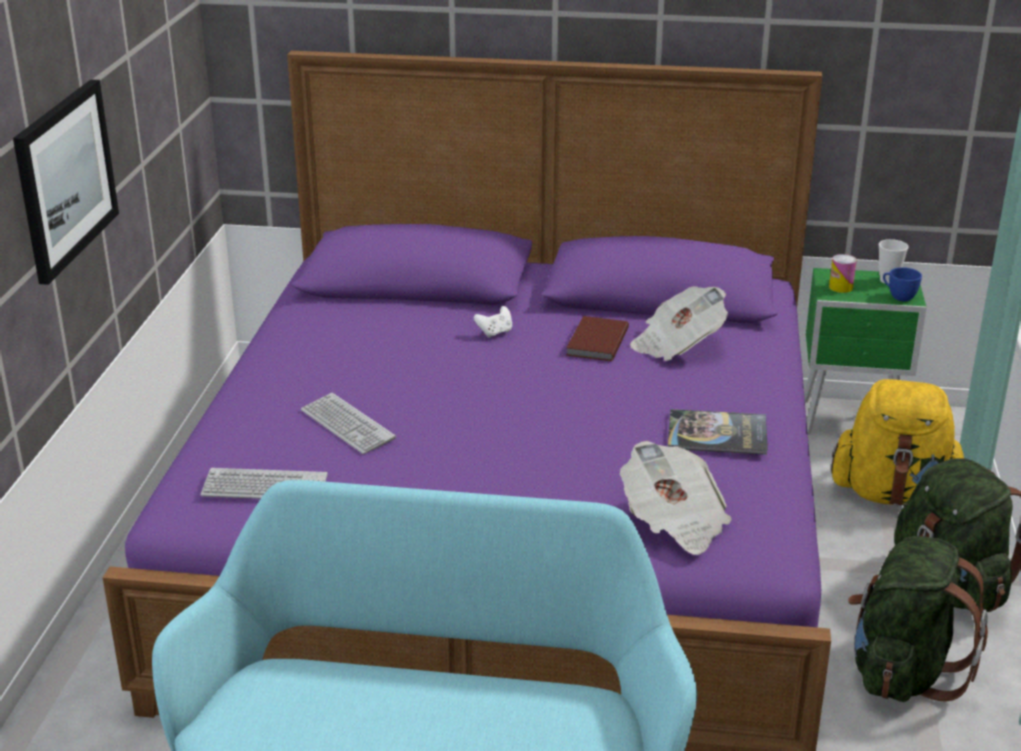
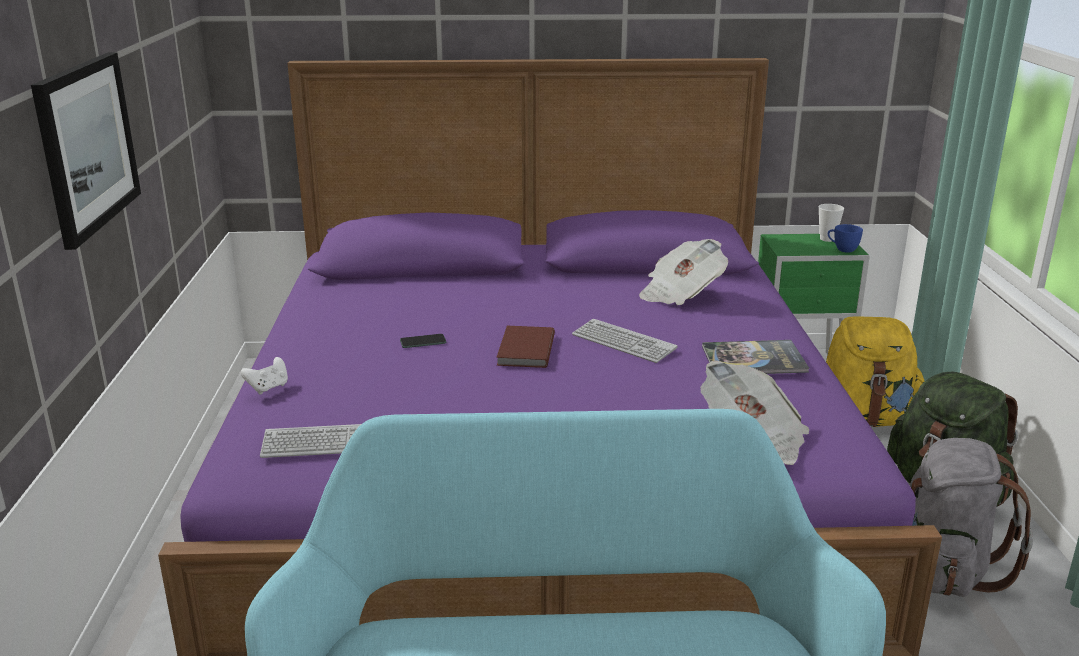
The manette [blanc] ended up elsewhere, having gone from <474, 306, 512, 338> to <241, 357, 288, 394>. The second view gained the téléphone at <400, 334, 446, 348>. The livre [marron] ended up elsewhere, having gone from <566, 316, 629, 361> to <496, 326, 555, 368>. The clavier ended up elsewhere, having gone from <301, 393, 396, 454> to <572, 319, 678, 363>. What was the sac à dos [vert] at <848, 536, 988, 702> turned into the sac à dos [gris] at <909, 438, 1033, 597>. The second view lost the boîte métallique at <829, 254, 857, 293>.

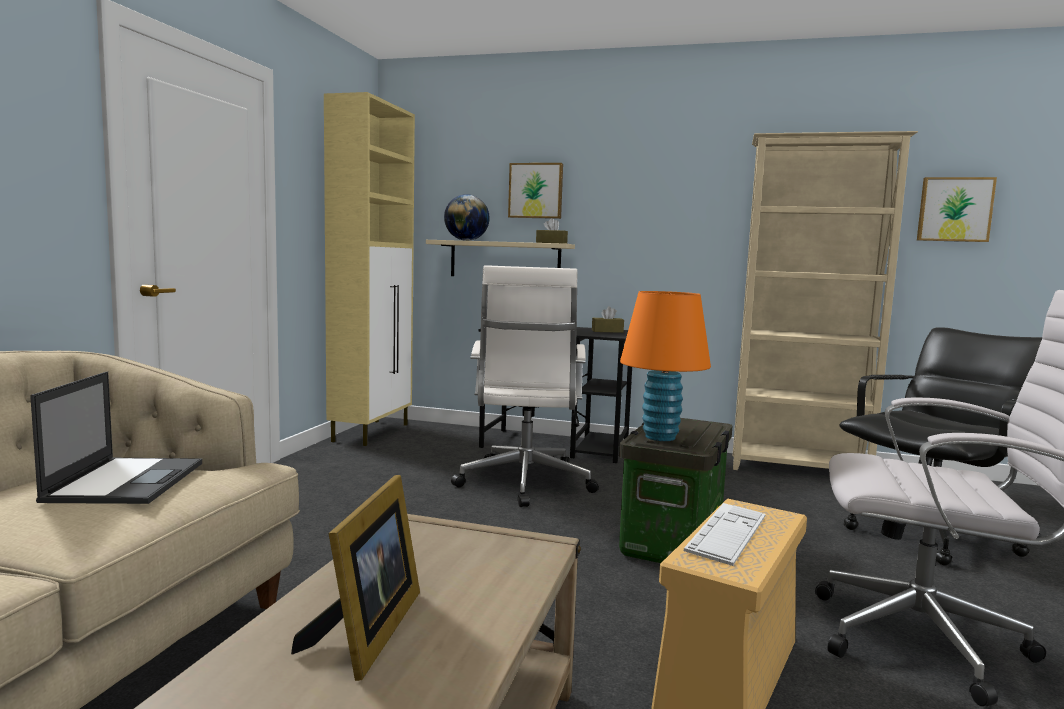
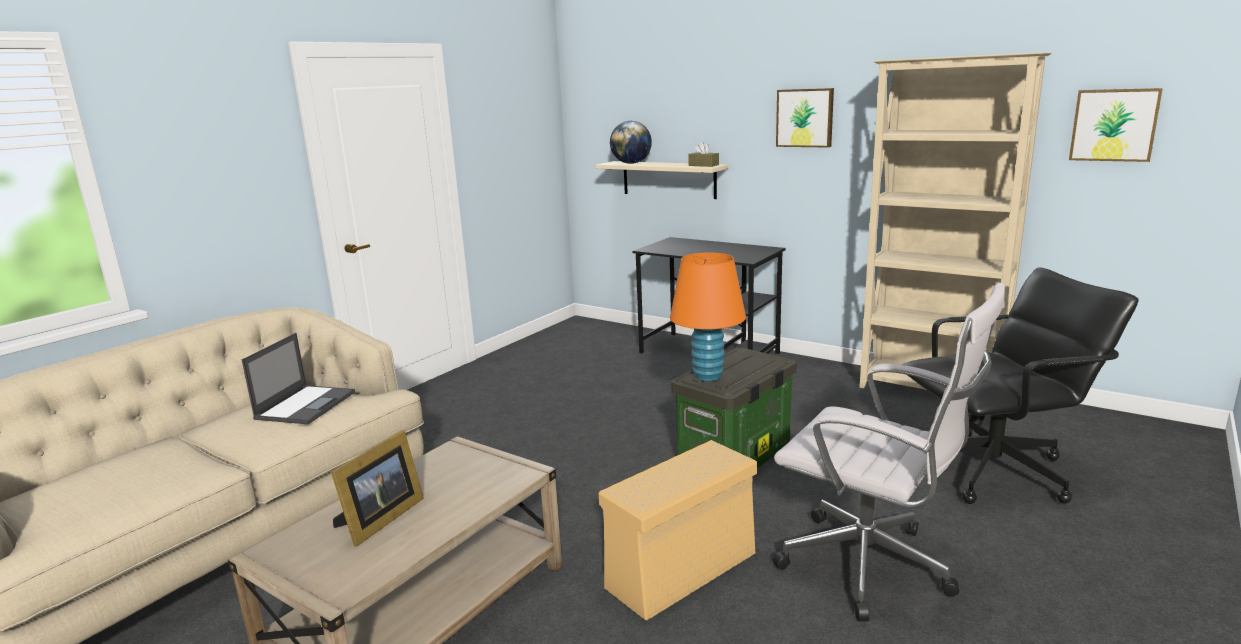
The tableau ended up elsewhere, having gone from <508, 163, 563, 219> to <776, 88, 834, 148>. The second view lost the meuble de rangement [beige] at <324, 92, 415, 446>. The second view lost the chaise de bureau [blanc] at <451, 265, 599, 507>. The second view lost the boîte à mouchoirs [marron] at <592, 306, 624, 333>. The second view lost the clavier at <684, 503, 766, 566>.

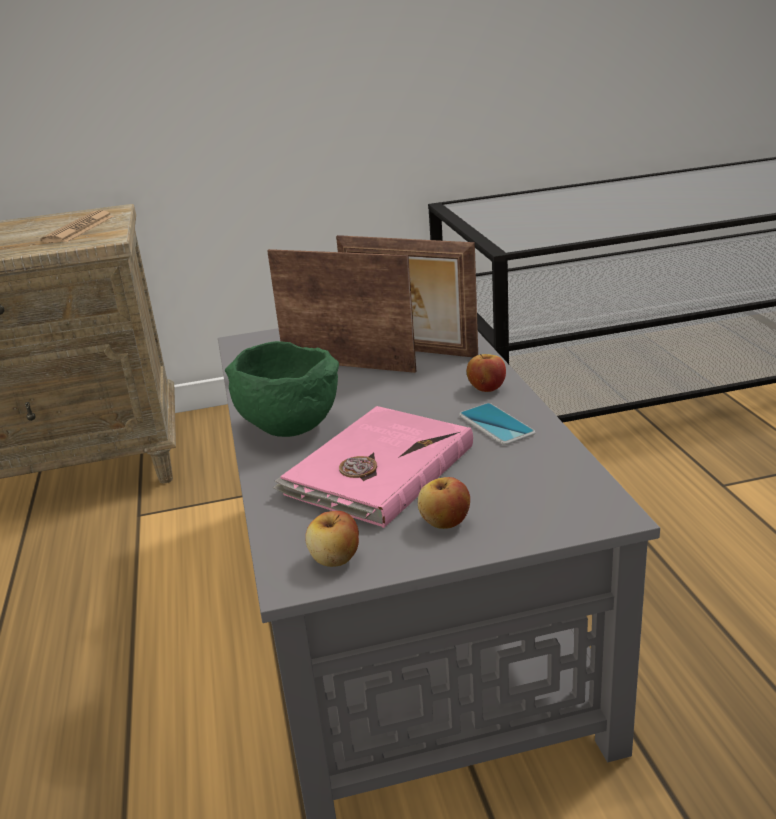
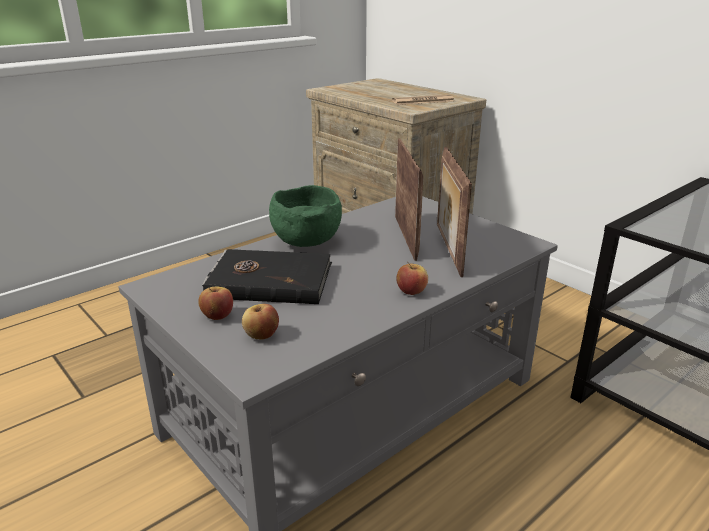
What was the livre [rose] at <273, 406, 473, 528> turned into the livre [noir] at <202, 249, 332, 304>. The pomme ended up elsewhere, having gone from <305, 511, 359, 567> to <242, 304, 279, 340>. The second view lost the téléphone at <459, 403, 535, 445>.

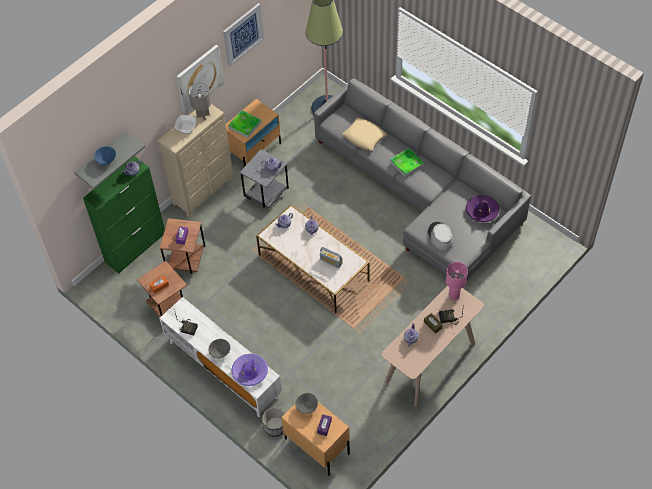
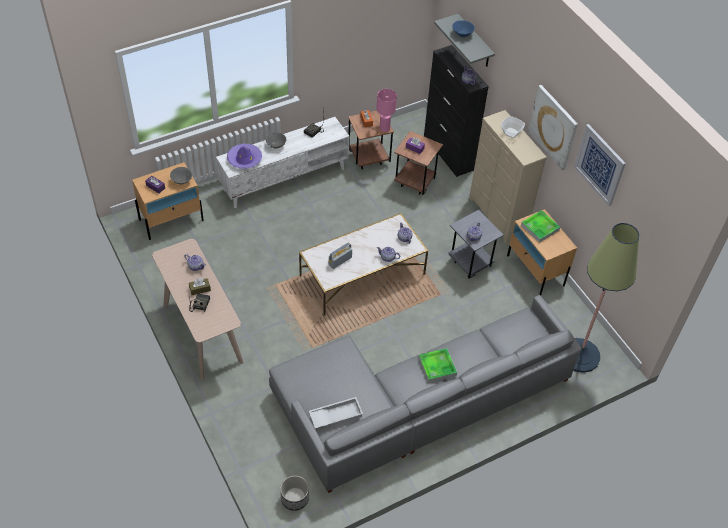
The cache-pot ended up elsewhere, having gone from <262, 407, 285, 437> to <280, 476, 309, 511>. Where the chapeau [violet] stood at <466, 195, 499, 222>, the plateau [blanc] came to stand at <309, 397, 363, 429>. The lampe de table [rose] ended up elsewhere, having gone from <446, 262, 468, 300> to <376, 89, 397, 132>. What was the meuble de rangement [vert] at <83, 156, 165, 274> turned into the meuble de rangement [noir] at <424, 45, 489, 177>. The second view lost the lampe de table [gris] at <188, 83, 211, 120>. The second view lost the coussin [beige] at <342, 118, 387, 151>. The second view lost the chapeau [gris] at <428, 222, 453, 250>.

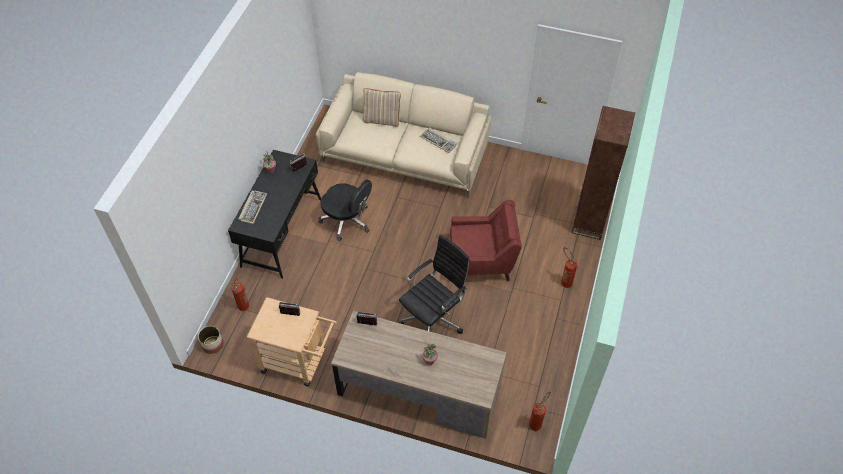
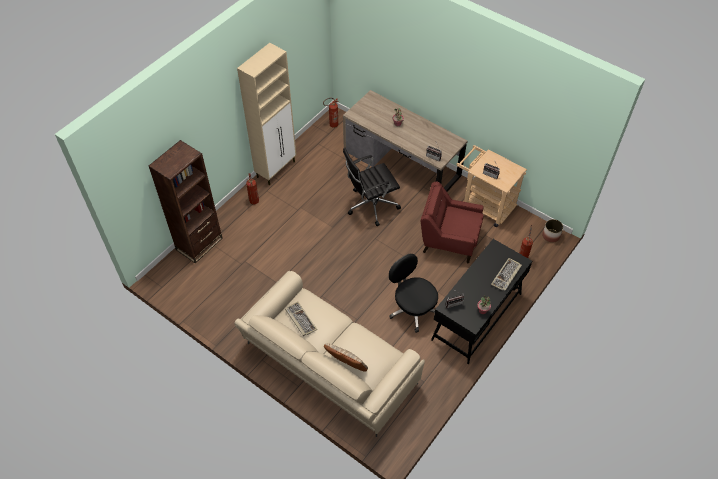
The second view gained the meuble de rangement [beige] at <237, 43, 296, 185>. The fauteuil [rouge] ended up elsewhere, having gone from <450, 200, 522, 281> to <421, 182, 484, 263>.

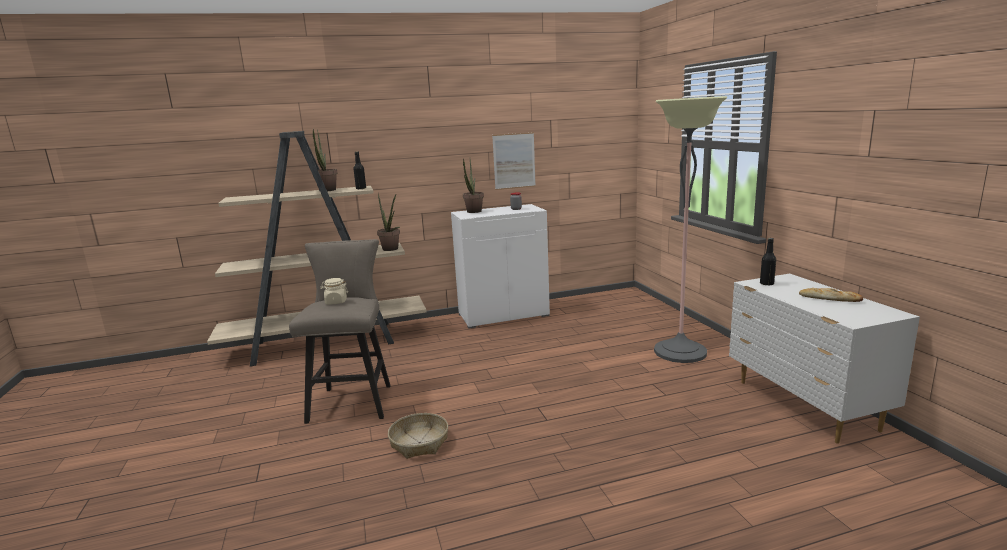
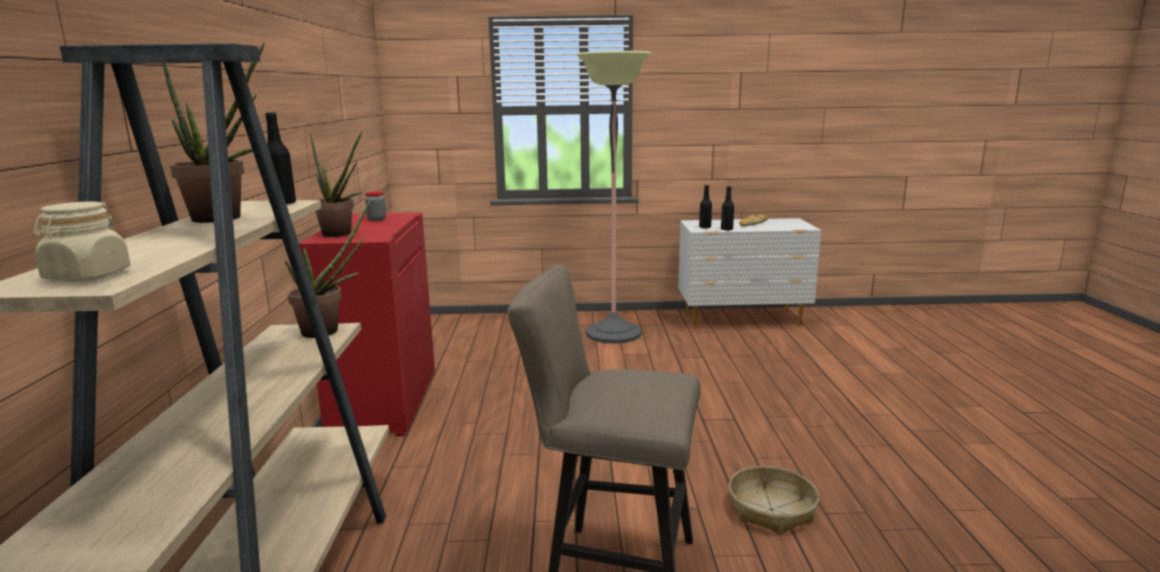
The bocal [beige] ended up elsewhere, having gone from <320, 278, 348, 304> to <33, 201, 130, 281>. What was the meuble de rangement [blanc] at <451, 204, 550, 329> turned into the meuble de rangement [rouge] at <299, 212, 435, 436>. The second view gained the bouteille [noir] at <721, 186, 734, 230>. The second view lost the tableau at <492, 132, 536, 190>.

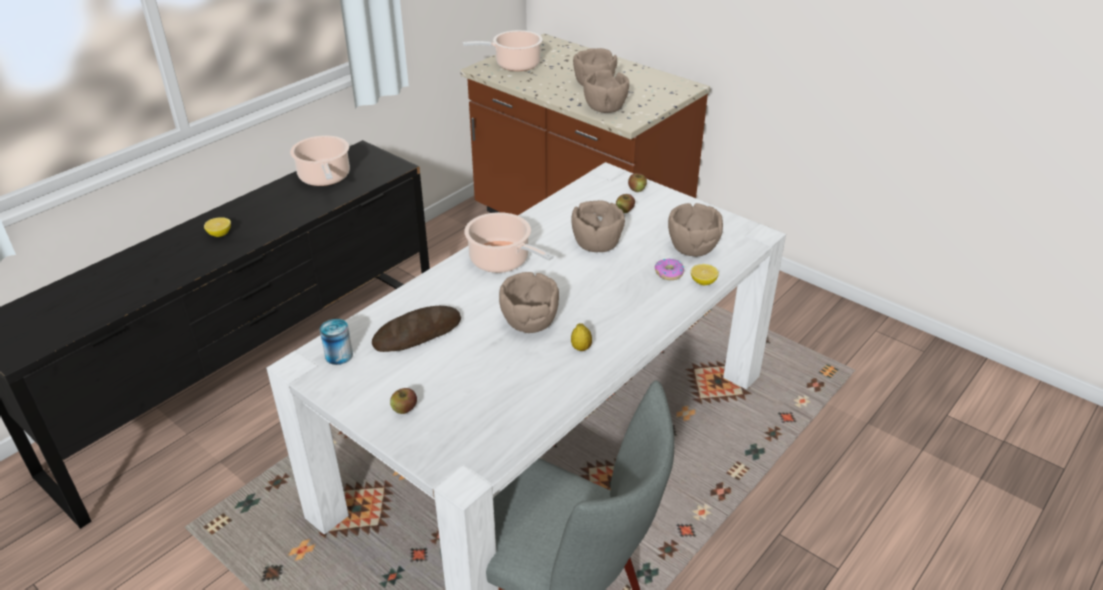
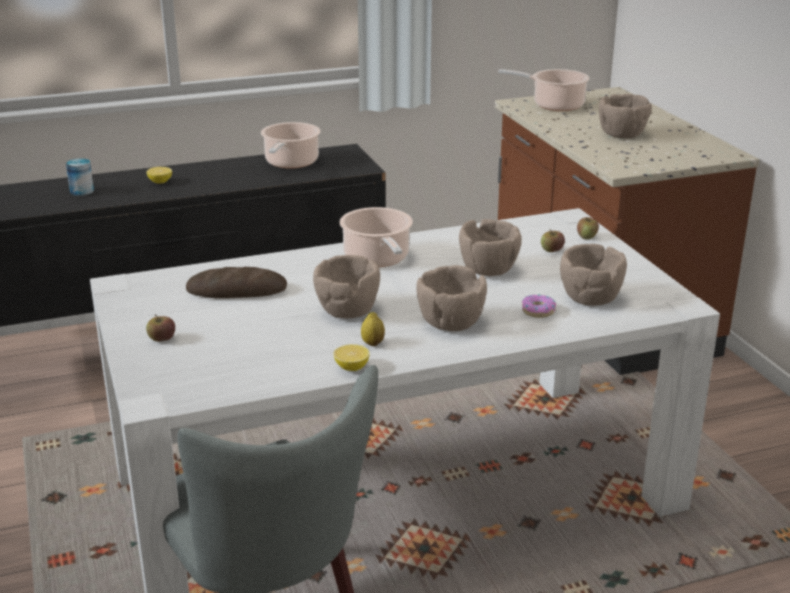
The boîte métallique ended up elsewhere, having gone from <320, 319, 353, 365> to <66, 158, 94, 196>. The citron ended up elsewhere, having gone from <691, 264, 719, 285> to <333, 344, 370, 371>. The bol [marron] ended up elsewhere, having gone from <583, 70, 629, 113> to <416, 265, 487, 331>.

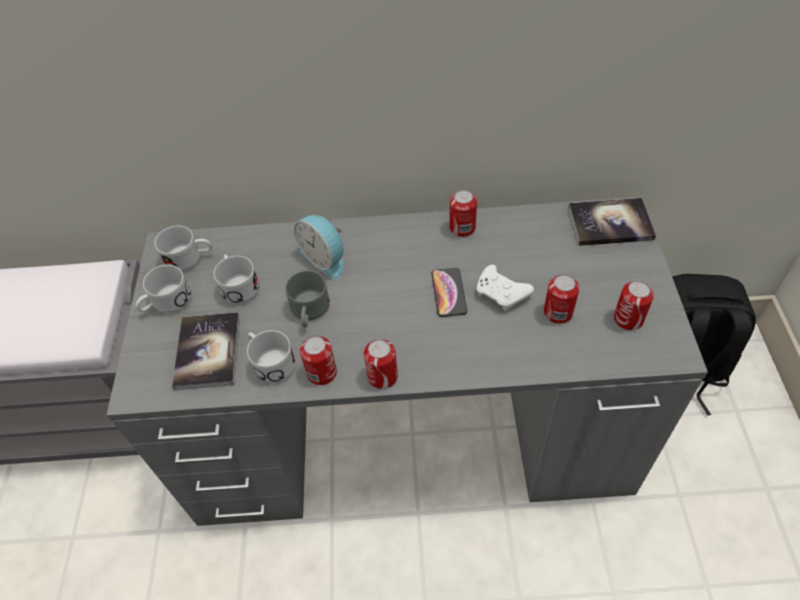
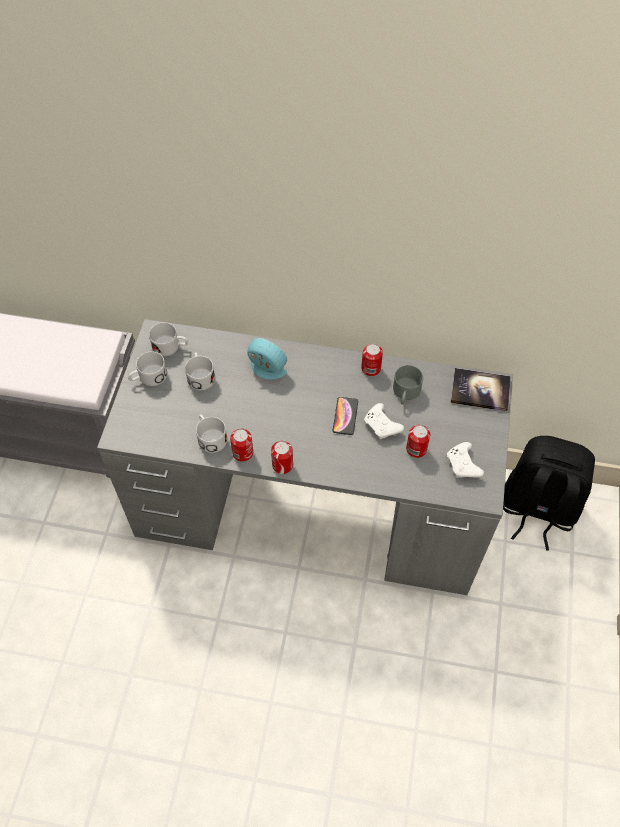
The réveil at <294, 215, 344, 279> ended up facing another way, 150 degrees clockwise from before. The mug [gris] ended up elsewhere, having gone from <285, 270, 330, 327> to <393, 365, 423, 405>. Where the boîte métallique stood at <614, 281, 654, 330>, the manette [blanc] came to stand at <447, 442, 484, 478>. The second view lost the livre at <172, 312, 240, 390>.

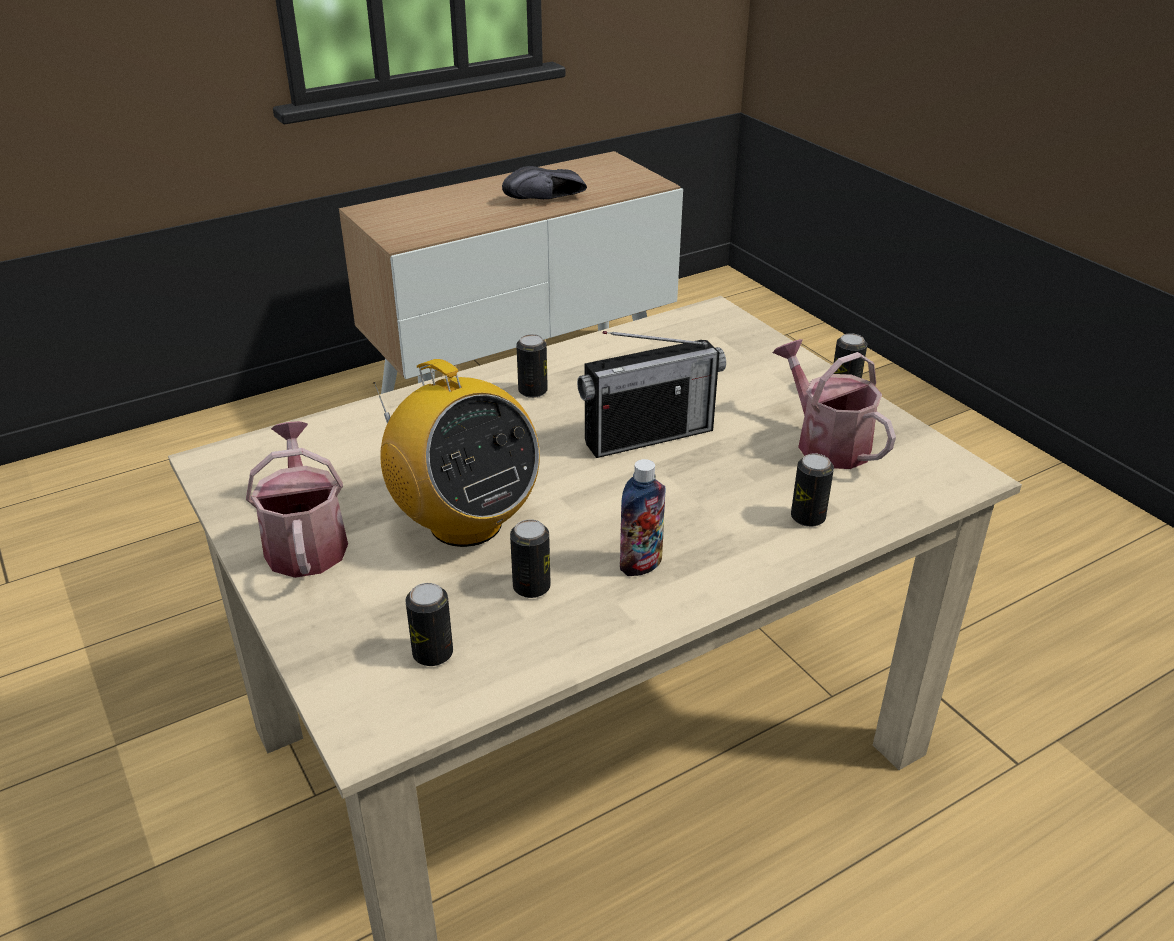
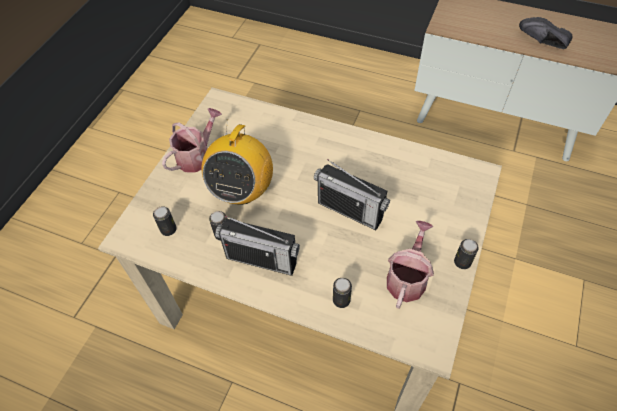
Where the bouteille stood at <620, 459, 666, 576>, the radio came to stand at <215, 216, 300, 276>. The second view lost the boîte métallique at <516, 334, 548, 398>.

